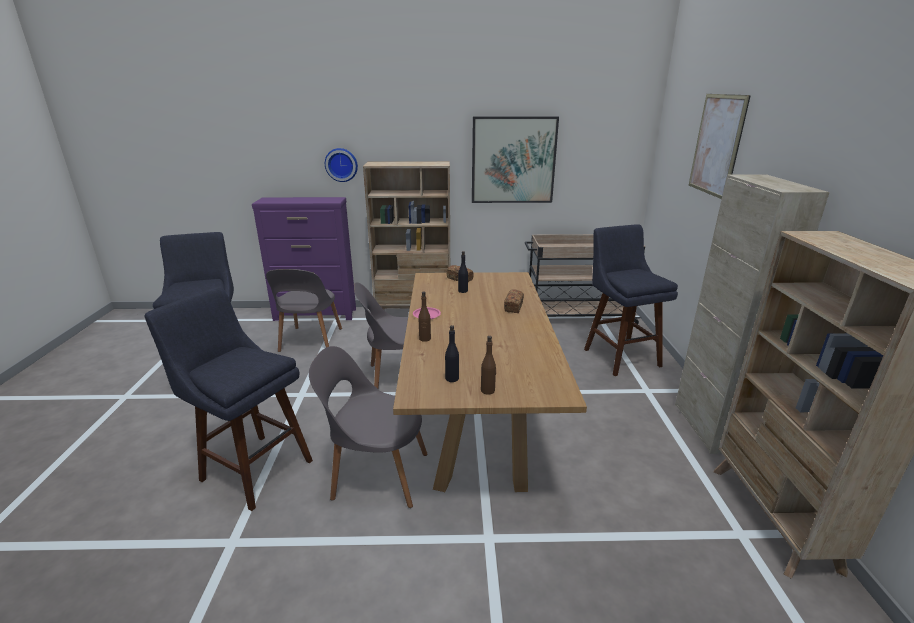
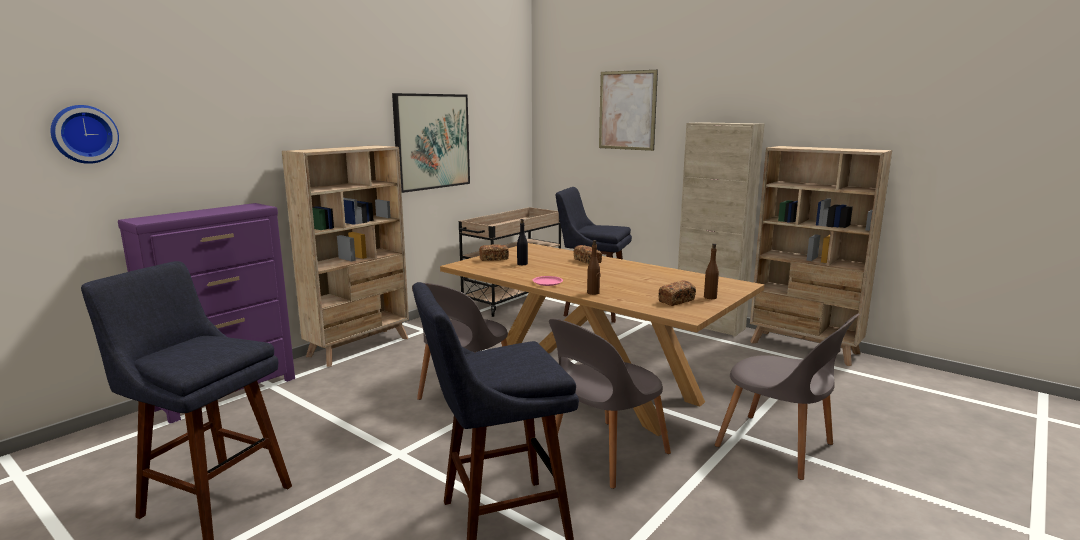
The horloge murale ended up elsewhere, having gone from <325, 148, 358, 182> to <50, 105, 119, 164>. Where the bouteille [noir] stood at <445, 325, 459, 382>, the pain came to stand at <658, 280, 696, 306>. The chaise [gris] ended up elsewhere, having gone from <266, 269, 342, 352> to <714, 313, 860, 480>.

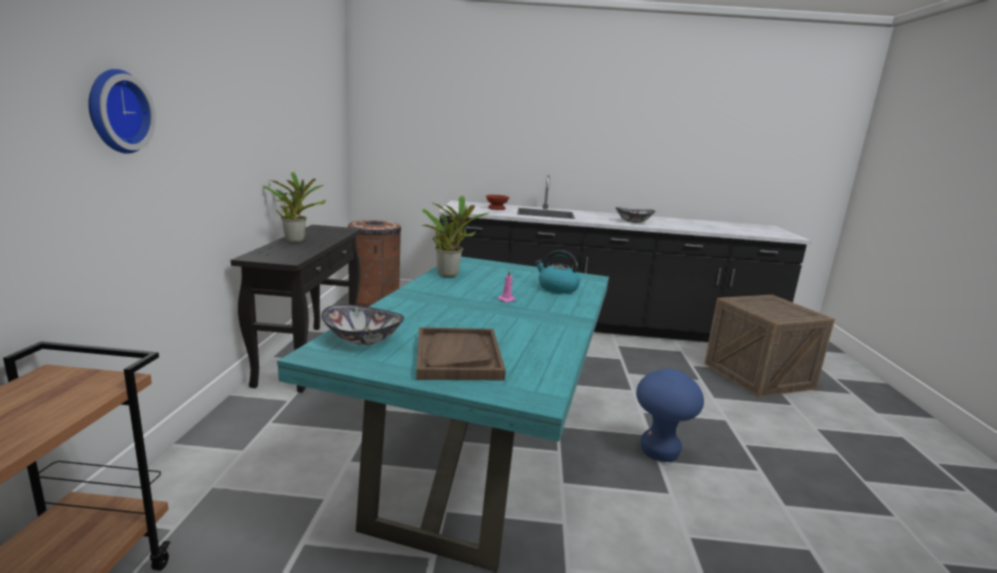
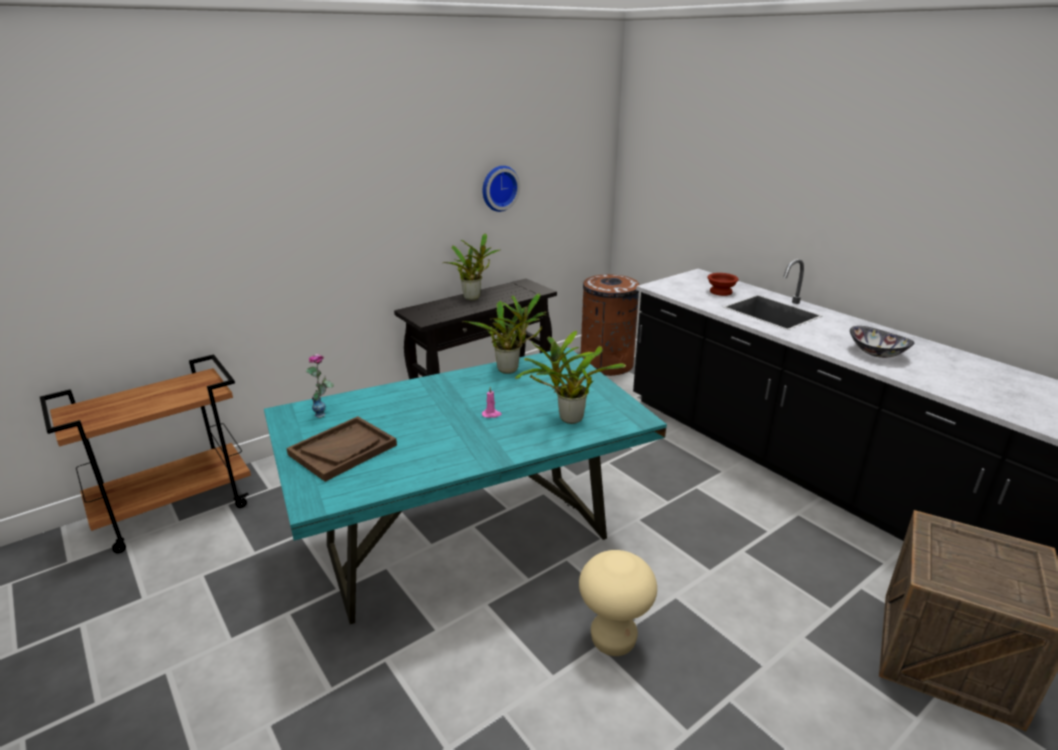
Where the bol stood at <321, 304, 404, 345>, the vase came to stand at <306, 354, 334, 418>. The horloge murale ended up elsewhere, having gone from <88, 69, 156, 154> to <483, 166, 520, 212>. Where the bouilloire stood at <535, 250, 580, 294>, the plante en pot came to stand at <515, 330, 626, 424>. What was the tabouret [bleu] at <636, 369, 704, 462> turned into the tabouret [beige] at <579, 550, 657, 656>.

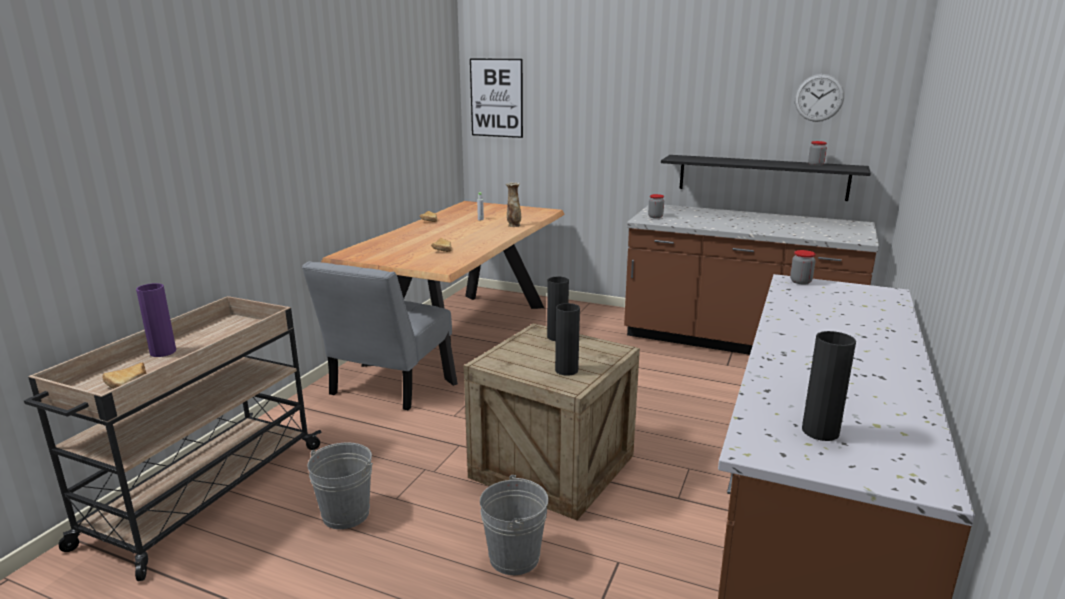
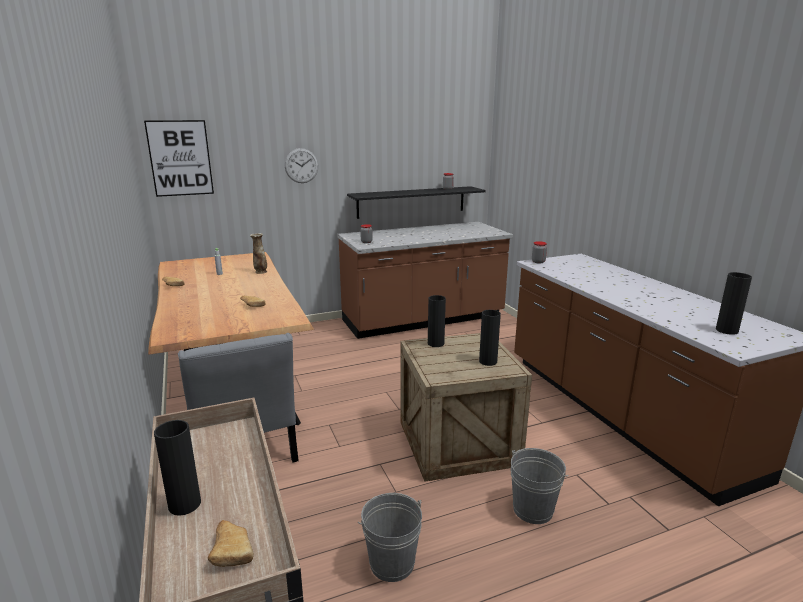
What was the vase [violet] at <136, 283, 176, 357> turned into the vase [noir] at <154, 420, 201, 516>. The horloge murale ended up elsewhere, having gone from <795, 74, 844, 122> to <285, 148, 319, 183>.

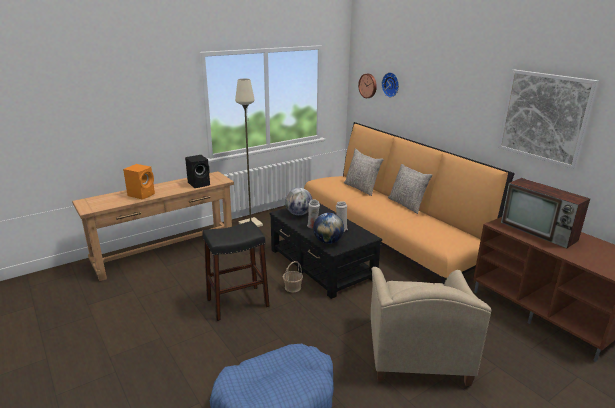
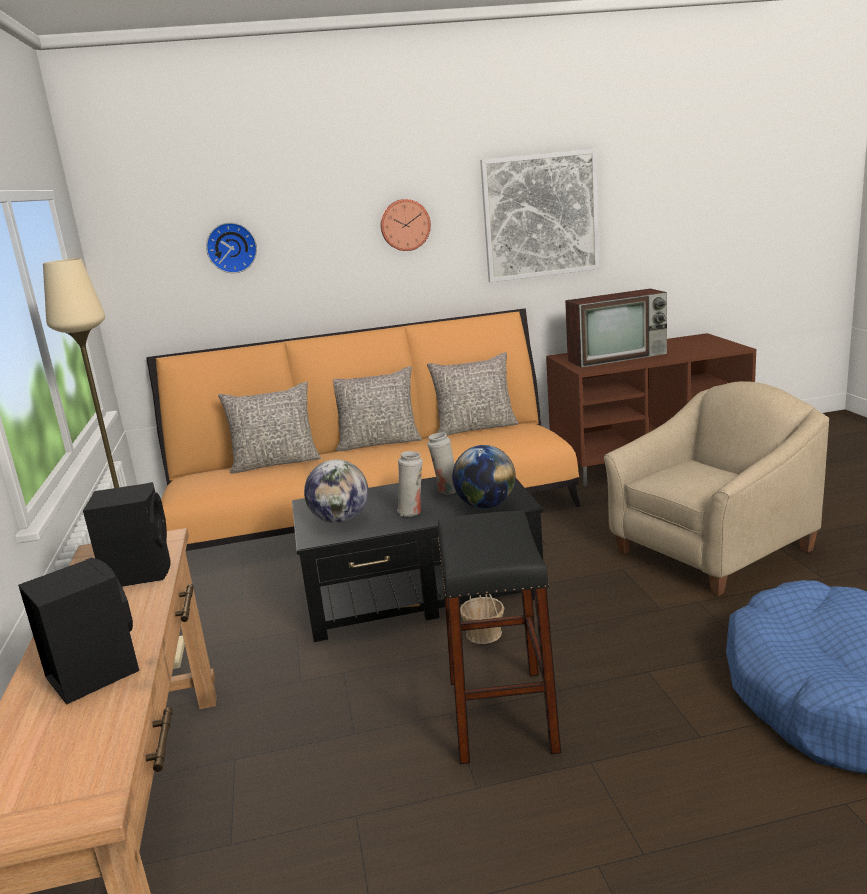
What was the enceinte [orange] at <123, 164, 155, 200> turned into the enceinte [noir] at <18, 557, 139, 704>. The horloge murale ended up elsewhere, having gone from <358, 74, 377, 98> to <381, 199, 431, 251>. The second view gained the coussin [gris] at <427, 352, 519, 435>. The fauteuil [beige] at <371, 267, 492, 386> ended up facing another way, 60 degrees counterclockwise from before.

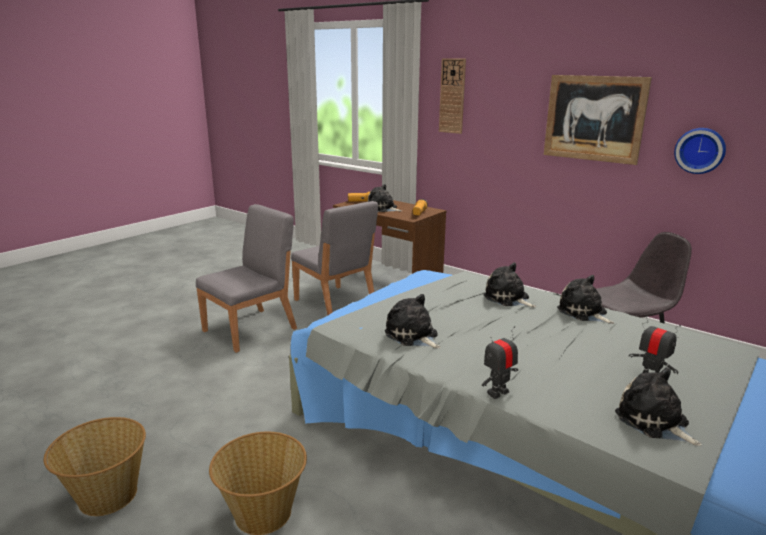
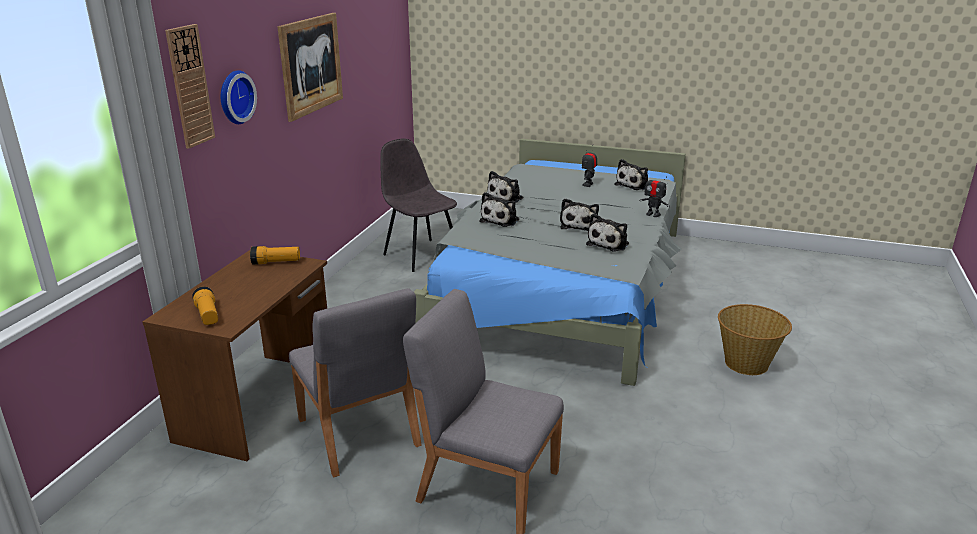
The horloge murale ended up elsewhere, having gone from <674, 128, 726, 174> to <221, 70, 257, 124>. The chaise [gris] at <291, 201, 378, 315> ended up facing another way, 120 degrees clockwise from before. The peluche ended up elsewhere, having gone from <368, 184, 402, 212> to <560, 198, 599, 231>. The second view lost the panier at <43, 417, 146, 516>.

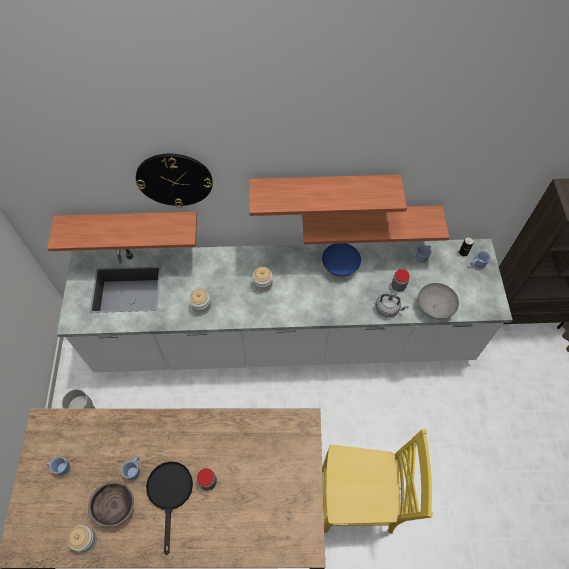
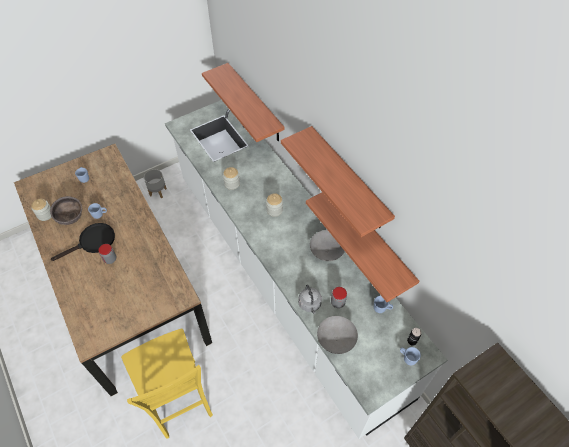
What was the bol [bleu] at <322, 243, 361, 276> turned into the bol [gris] at <310, 230, 345, 261>. The second view lost the horloge murale at <136, 154, 213, 207>.

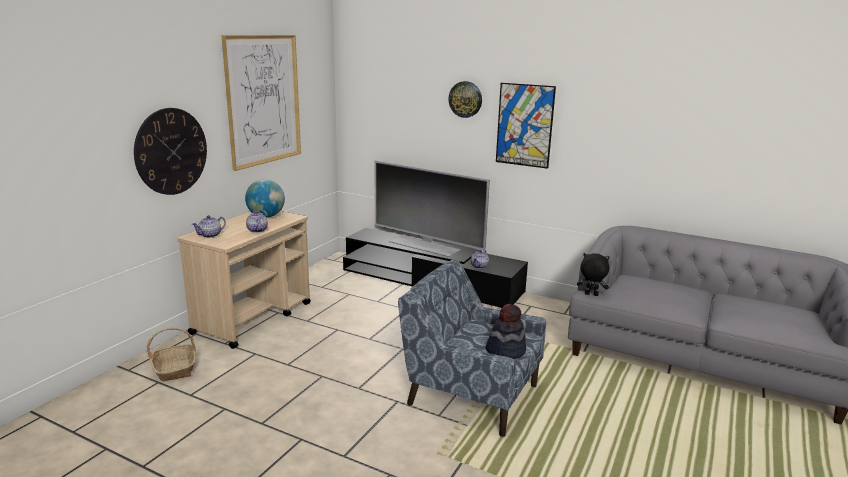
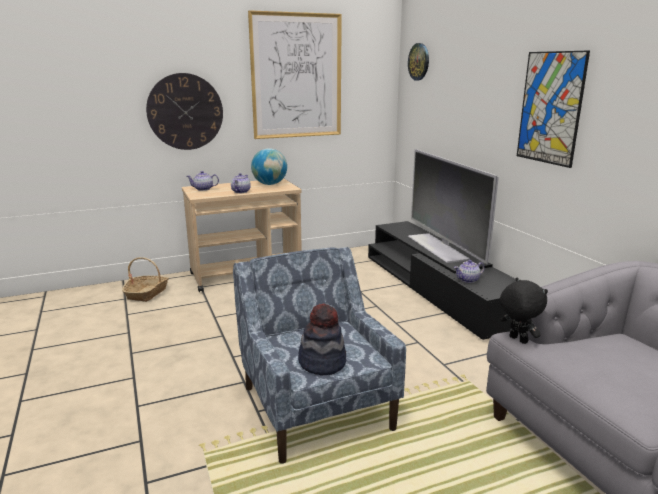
The horloge murale ended up elsewhere, having gone from <448, 81, 482, 118> to <408, 43, 429, 81>.

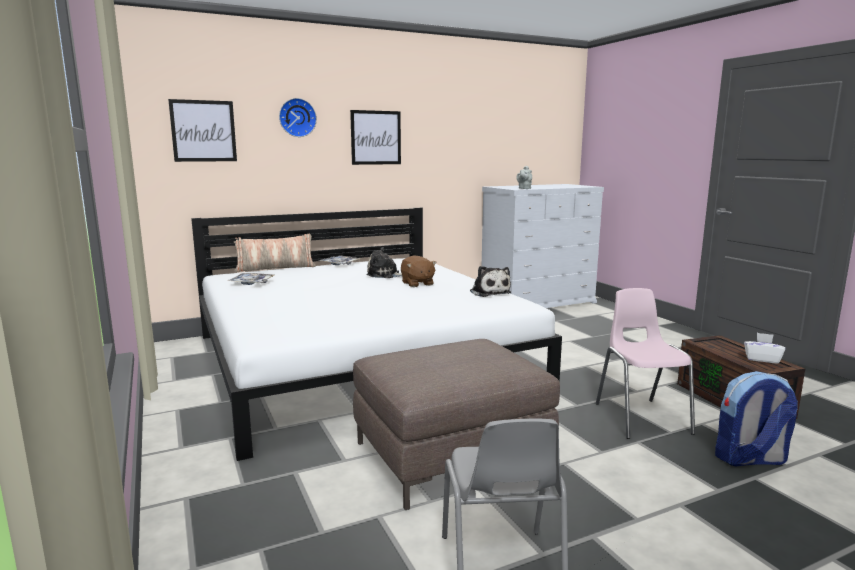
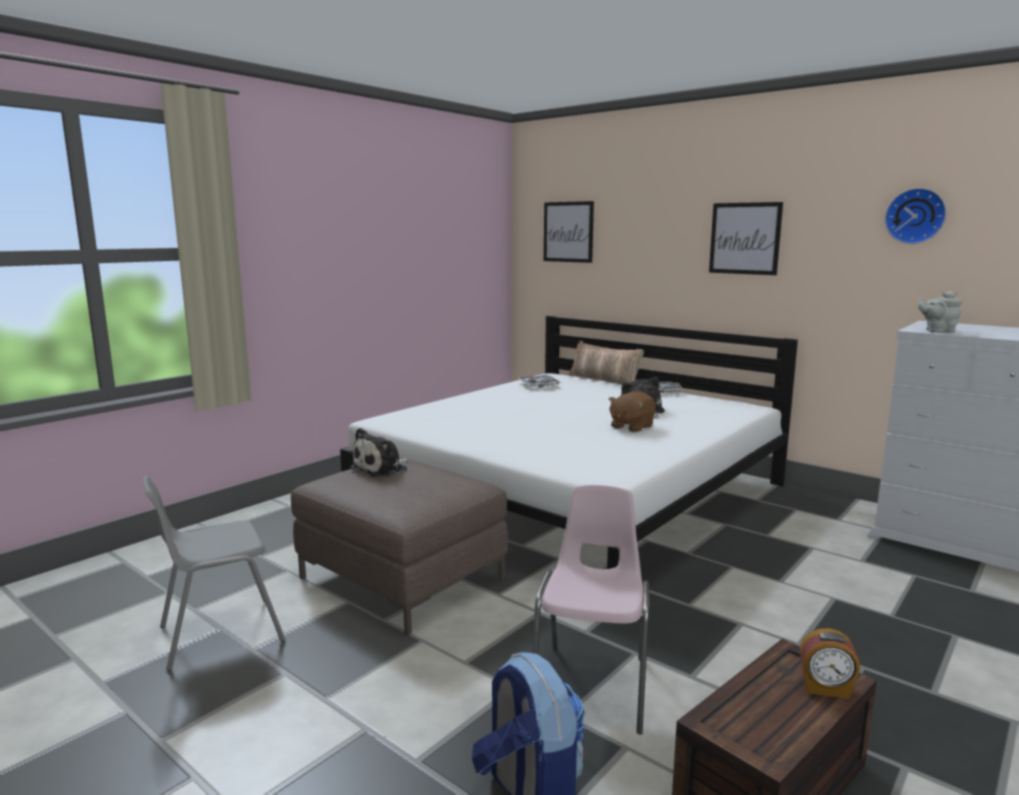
The peluche ended up elsewhere, having gone from <470, 266, 511, 297> to <350, 428, 408, 477>. The chaise [rose] at <596, 288, 695, 439> ended up facing another way, 45 degrees counterclockwise from before. The second view gained the réveil at <800, 628, 860, 699>. The horloge murale ended up elsewhere, having gone from <279, 98, 317, 137> to <885, 188, 947, 244>. The second view lost the boîte à mouchoirs [blanc] at <744, 333, 786, 364>.

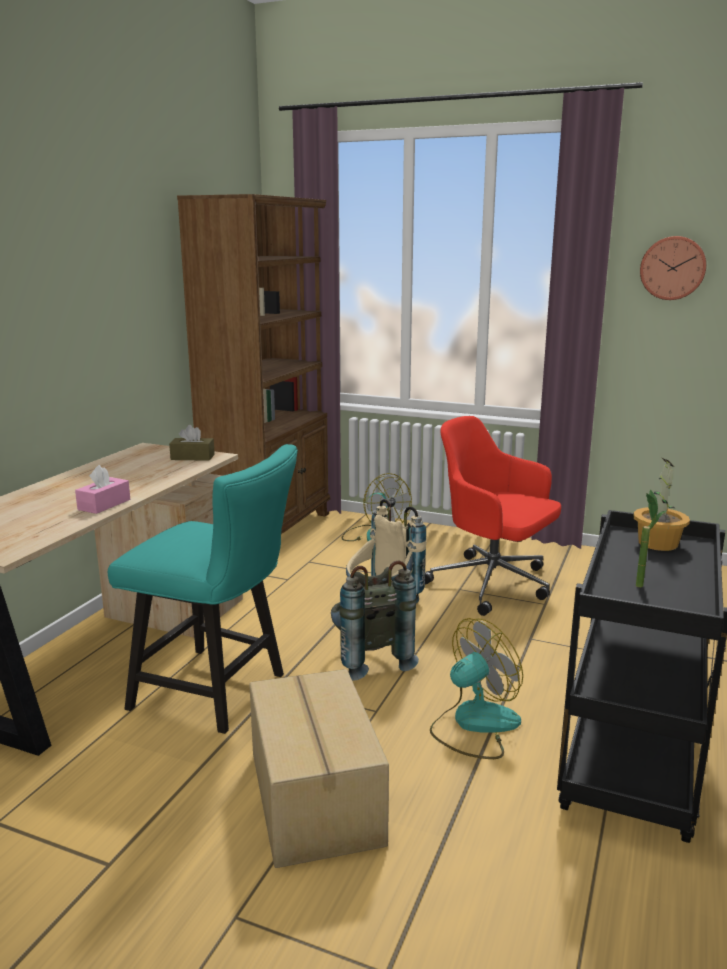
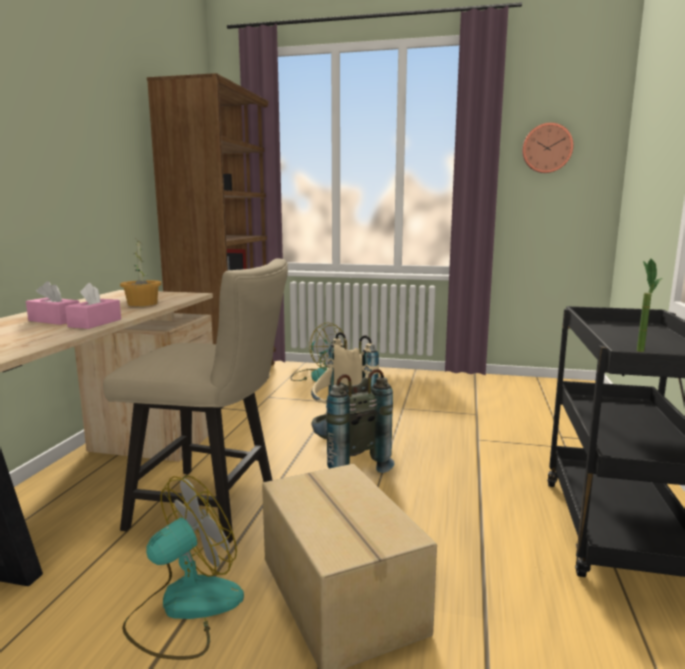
The second view gained the boîte à mouchoirs [rose] at <26, 281, 79, 325>. What was the chaise [turquoise] at <108, 444, 298, 734> turned into the chaise [beige] at <103, 258, 288, 543>. The plante en pot ended up elsewhere, having gone from <633, 458, 690, 551> to <120, 239, 161, 307>. The ventilateur ended up elsewhere, having gone from <430, 618, 523, 759> to <122, 476, 244, 660>. The second view lost the boîte à mouchoirs [marron] at <169, 425, 215, 461>. The second view lost the chaise de bureau [rouge] at <425, 416, 561, 616>.

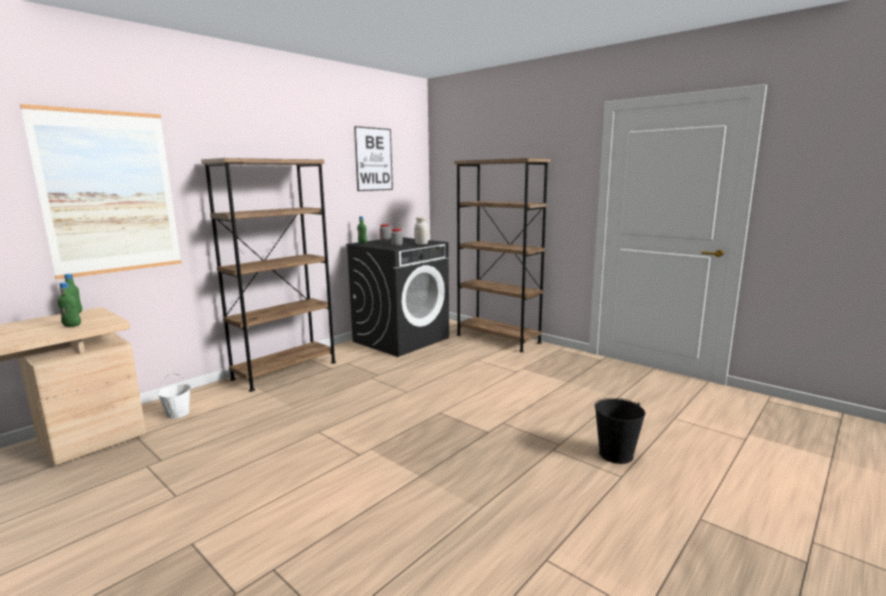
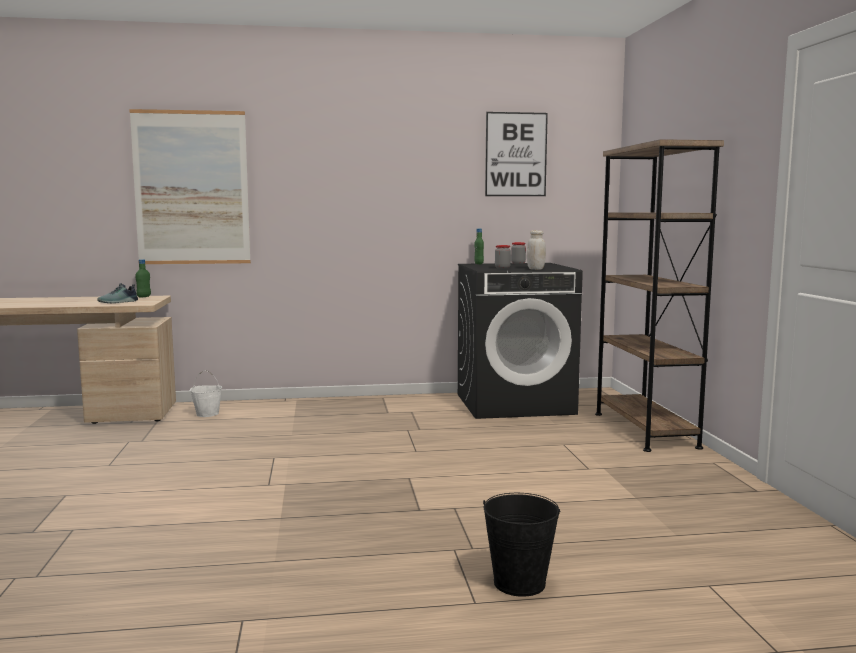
Where the bouteille [vert] stood at <57, 282, 81, 327>, the chaussure came to stand at <97, 283, 138, 303>. The second view lost the bibliothèque [marron] at <201, 158, 336, 392>.

